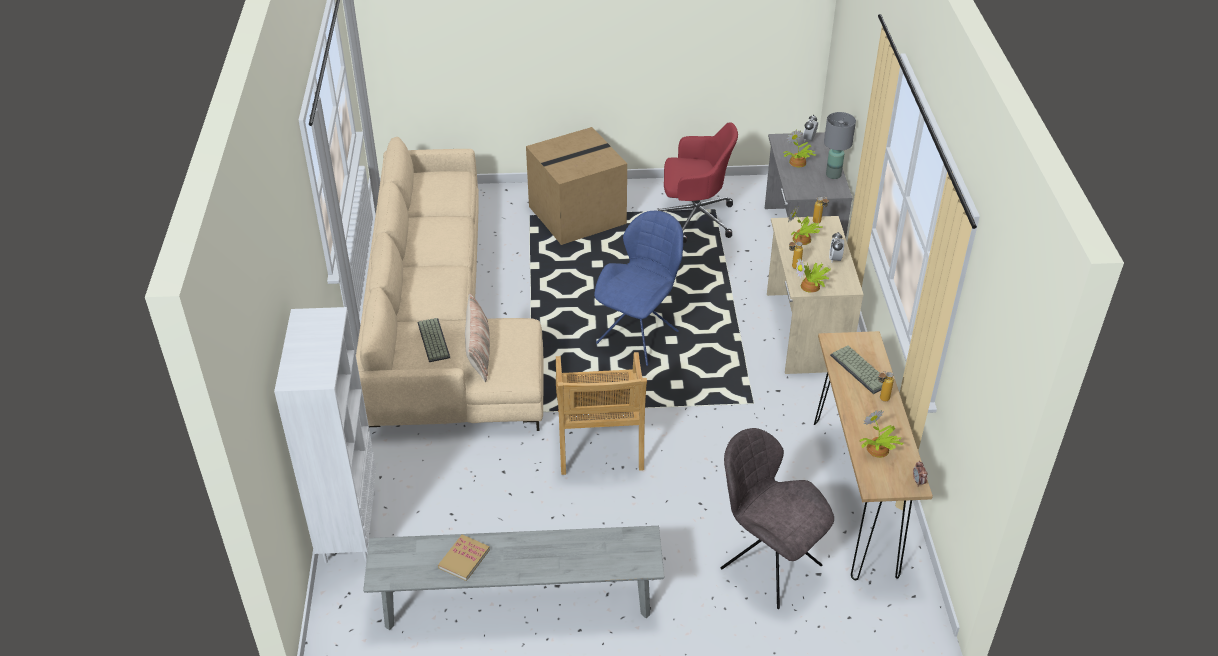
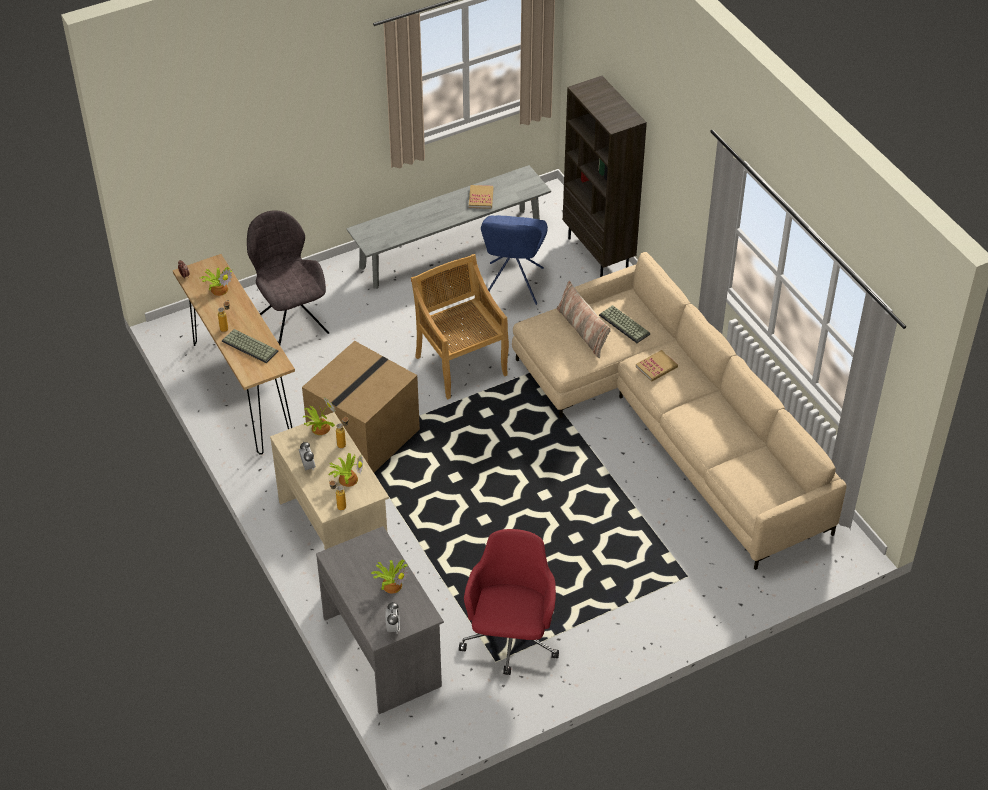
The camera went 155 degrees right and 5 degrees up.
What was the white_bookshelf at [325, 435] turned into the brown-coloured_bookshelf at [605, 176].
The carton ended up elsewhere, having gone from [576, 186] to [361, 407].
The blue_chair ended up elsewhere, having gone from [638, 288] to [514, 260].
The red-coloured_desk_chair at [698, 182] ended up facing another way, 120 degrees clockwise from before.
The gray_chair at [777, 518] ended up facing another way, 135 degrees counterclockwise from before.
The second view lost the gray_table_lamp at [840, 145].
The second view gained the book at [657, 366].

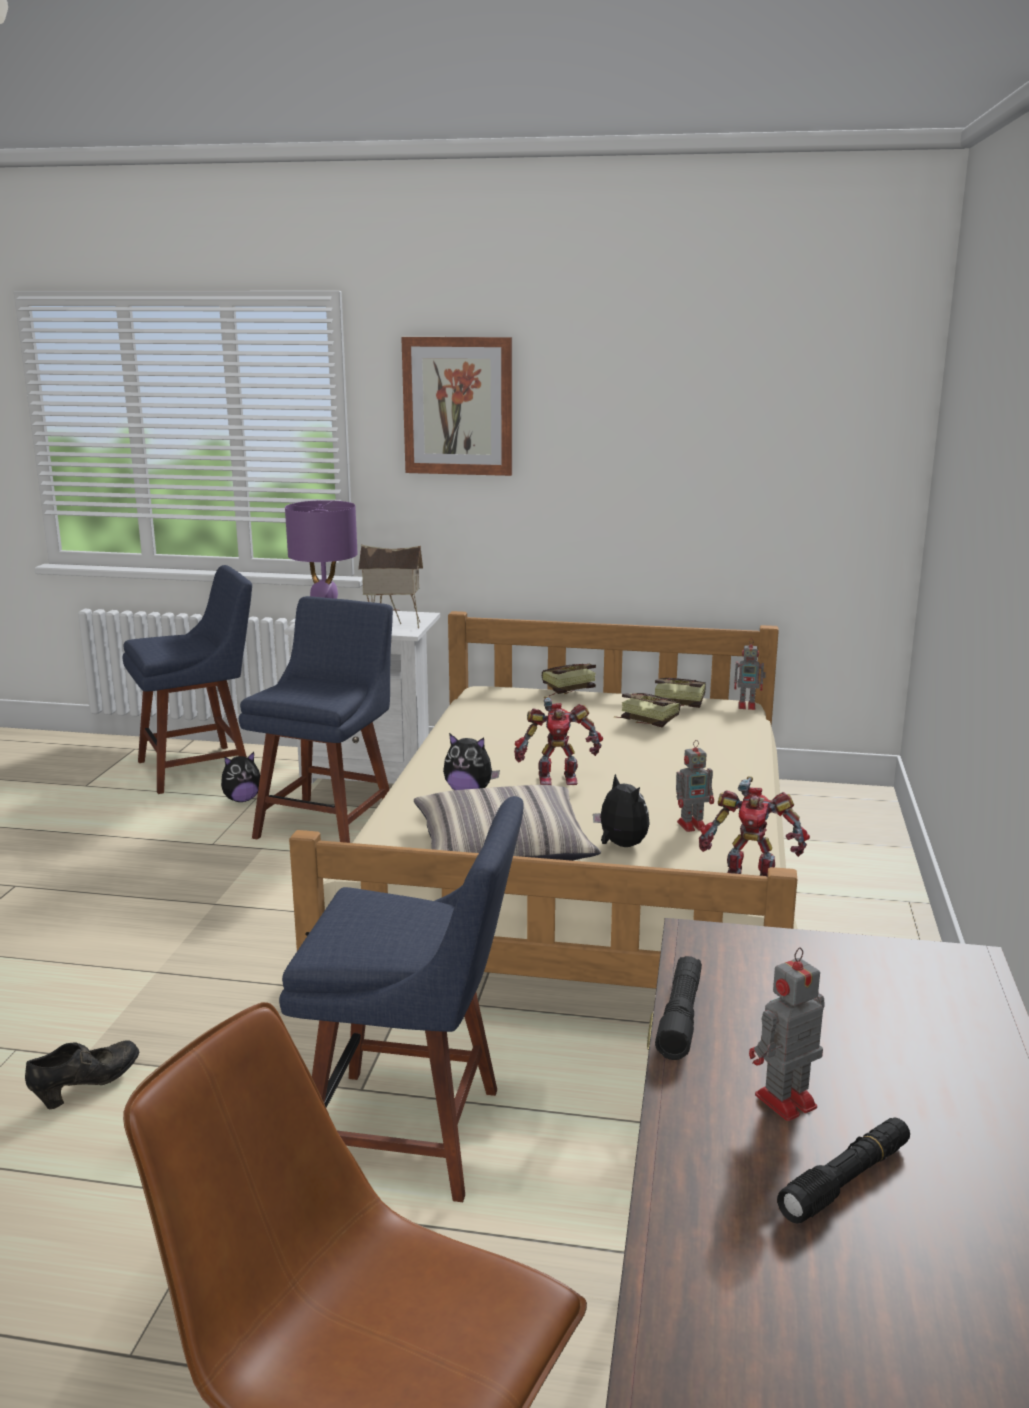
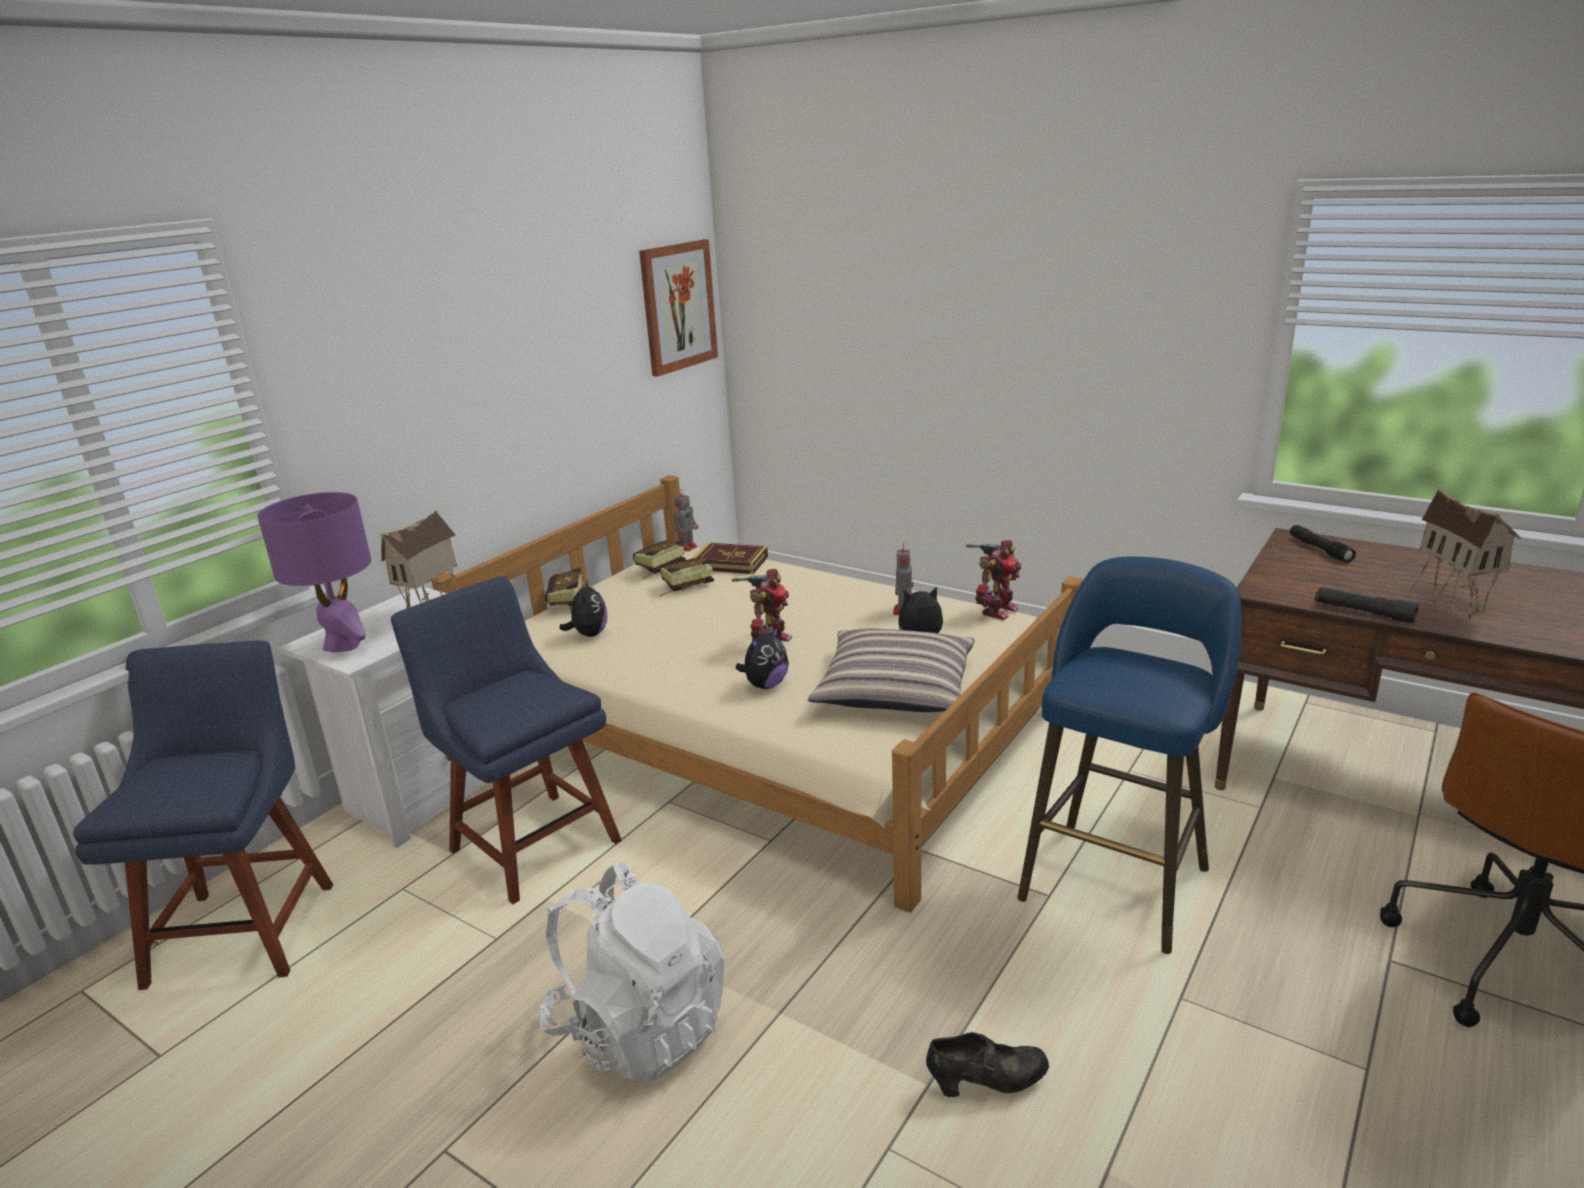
The camera went 65 degrees left and 5 degrees up.
The blackish_shoe at [82, 1074] ended up facing another way, 105 degrees clockwise from before.
The cuddly_toy ended up elsewhere, having gone from [240, 777] to [583, 608].
Where the blue_chair stood at [401, 999], the blue_stool_seat came to stand at [1129, 755].
The wall_art ended up elsewhere, having gone from [456, 406] to [678, 308].
Where the toy_robot stood at [787, 1034], the toy_house came to stand at [1465, 553].
The blackish_torch ended up elsewhere, having gone from [843, 1170] to [1323, 544].
The second view gained the white_knapsack at [632, 972].
The second view gained the book at [729, 558].

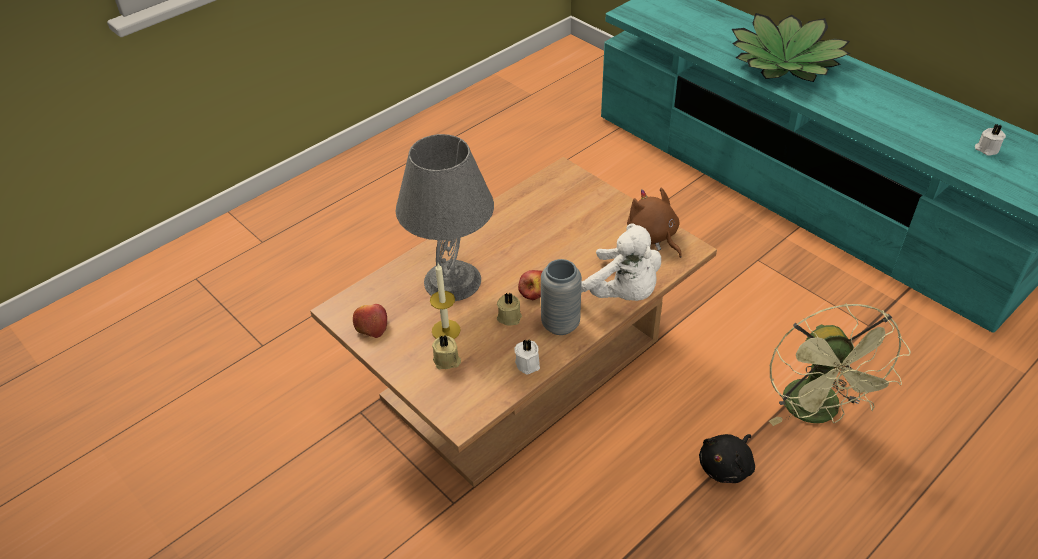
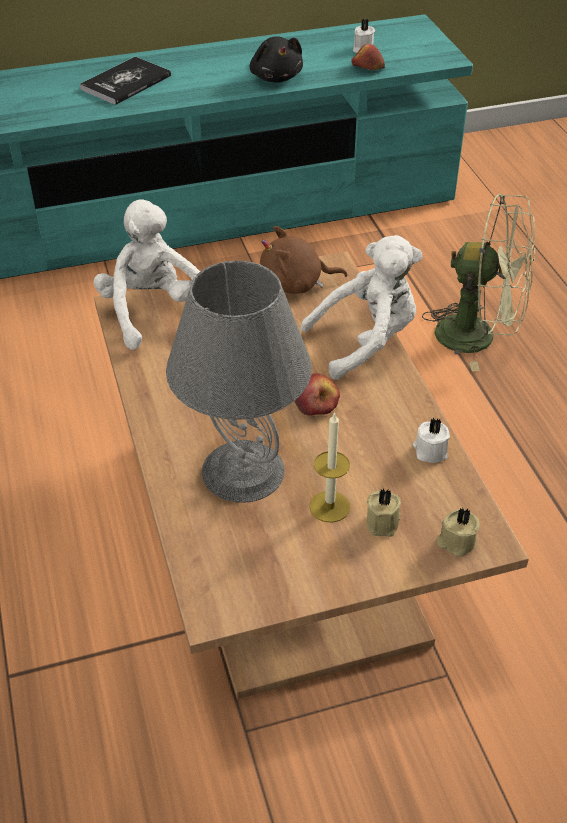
The camera went 65 degrees left and 0 degrees up.
The apple_fruit ended up elsewhere, having gone from [370, 321] to [368, 57].
The beige-coloured_wax_light ended up elsewhere, having gone from [509, 309] to [458, 532].
The second view lost the gray_decorative_vase at [561, 297].
The blackish_cuddly_toy ended up elsewhere, having gone from [727, 458] to [276, 59].
Where the houseplant stood at [791, 47], the book came to stand at [125, 81].
The second view gained the white_cuddly_toy at [147, 274].

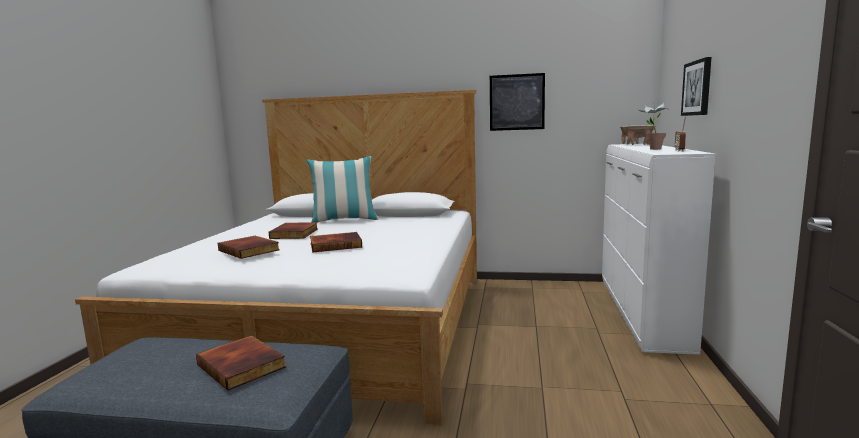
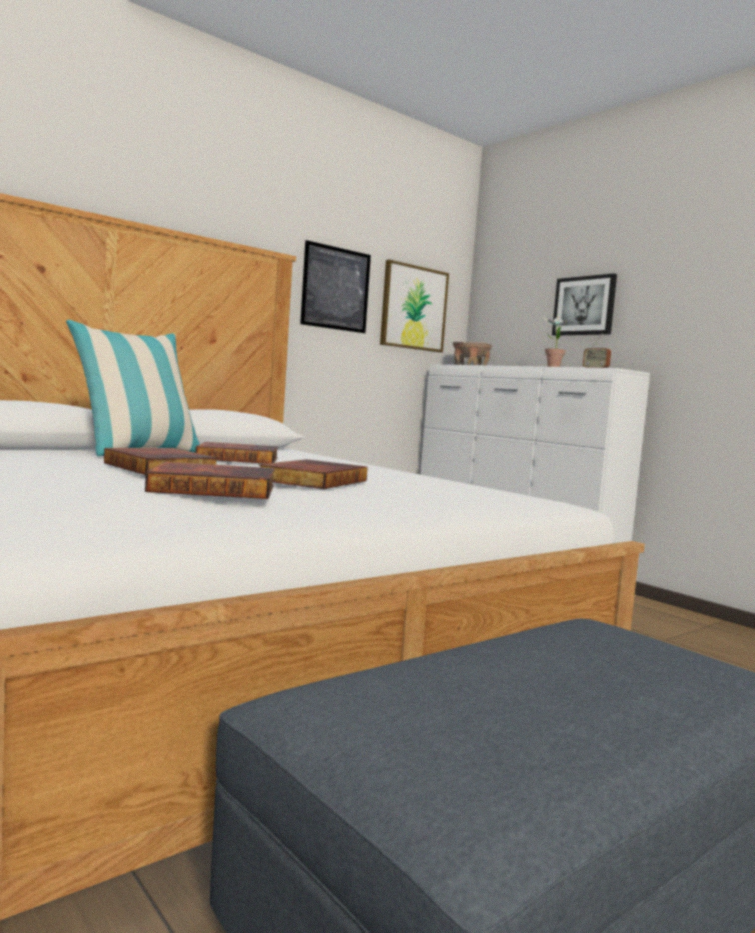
The camera went 50 degrees left and 5 degrees down.
The book ended up elsewhere, having gone from [241, 363] to [236, 453].
The second view gained the wall_art at [414, 305].

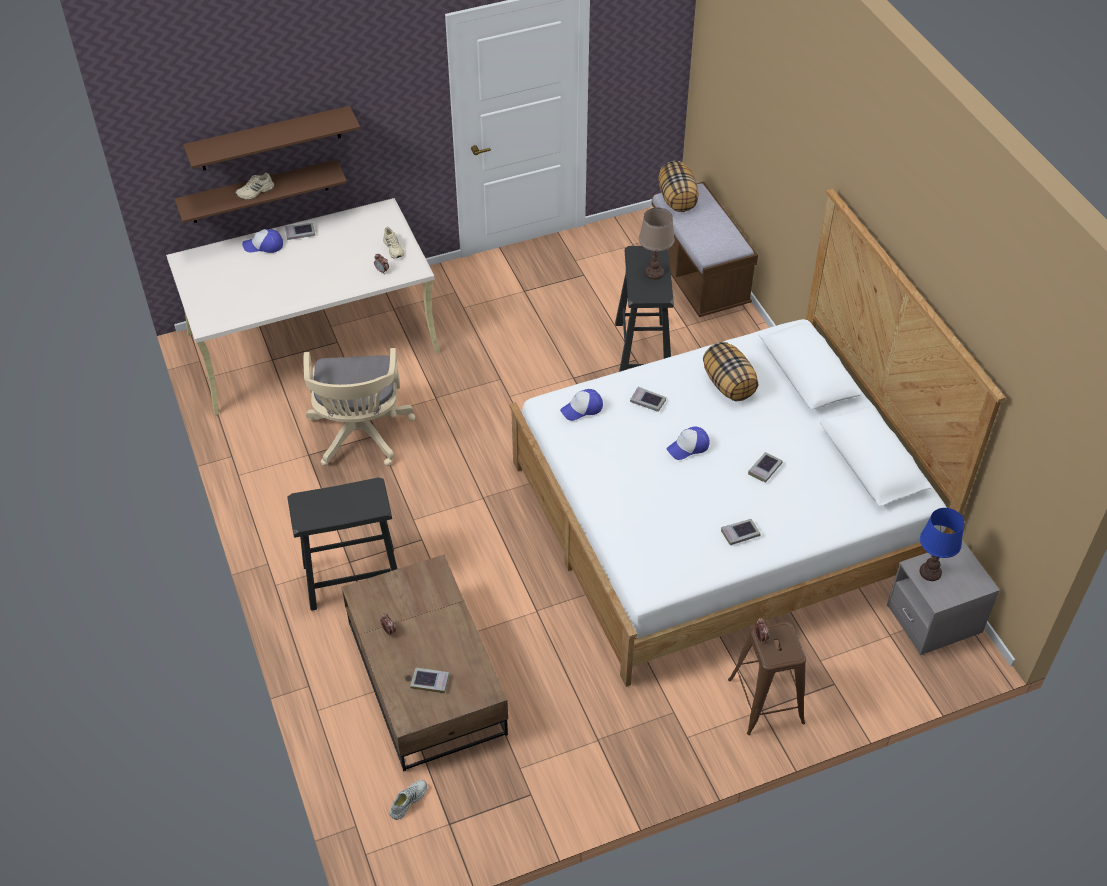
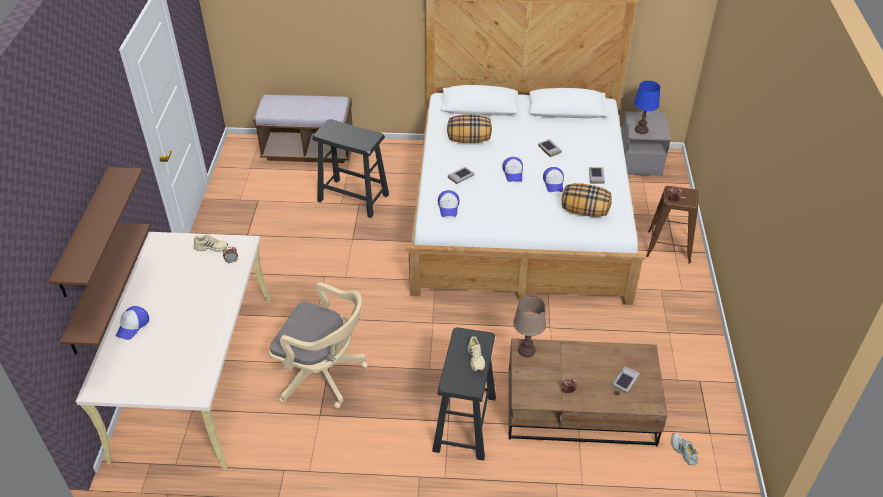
The camera went 65 degrees left and 5 degrees down.
The beige-coloured_shoe ended up elsewhere, having gone from [255, 186] to [476, 353].
The second view lost the book at [300, 231].
The brown-coloured_table_lamp ended up elsewhere, having gone from [657, 243] to [529, 326].
The throw_pillow ended up elsewhere, having gone from [678, 186] to [587, 200].
The second view gained the peaked_cap at [553, 179].

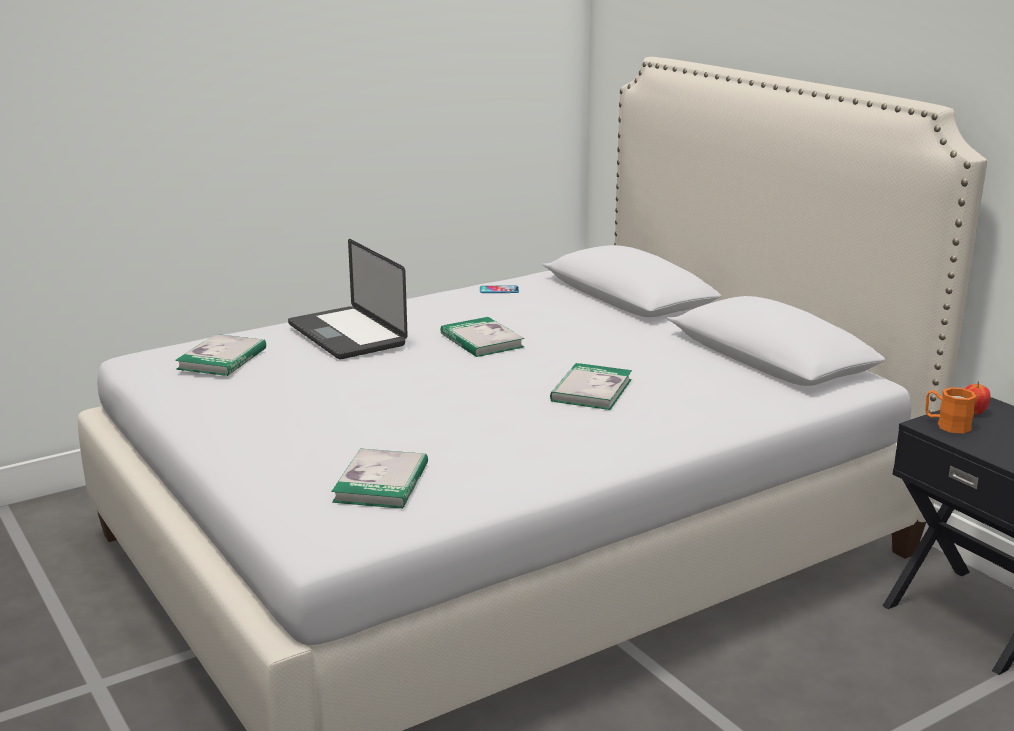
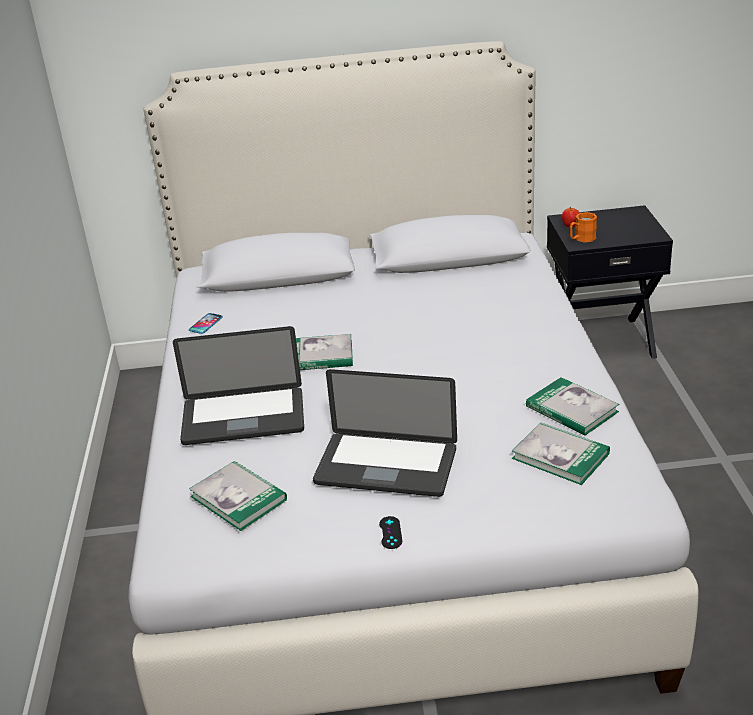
The camera went 60 degrees left and 10 degrees up.
The book ended up elsewhere, having gone from [591, 386] to [572, 406].
The second view gained the laptop at [385, 433].
The second view gained the blackish_game_controller at [390, 532].

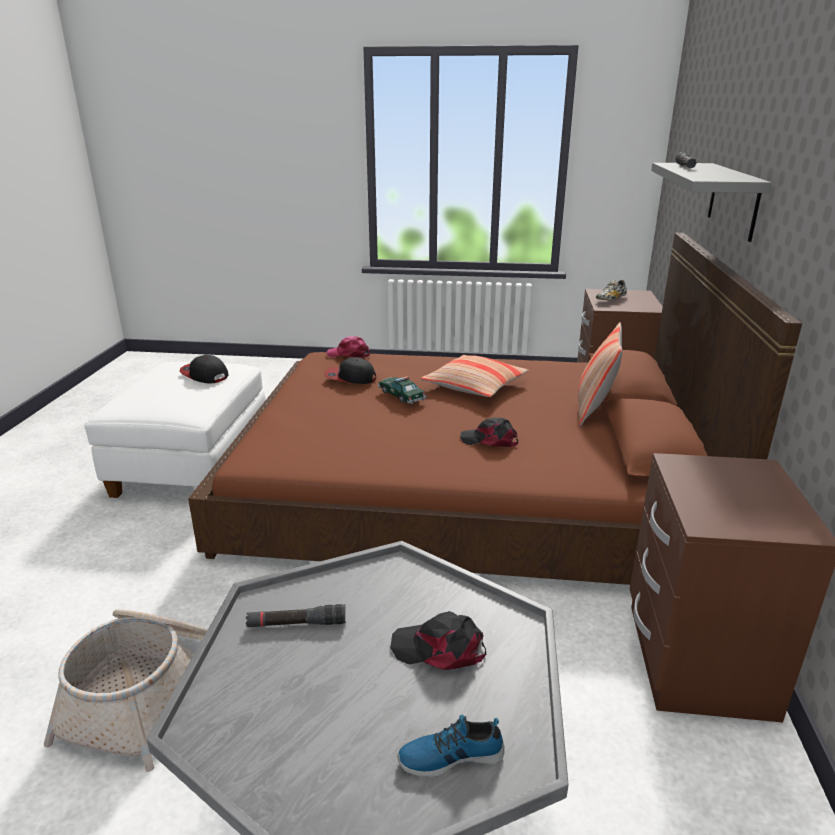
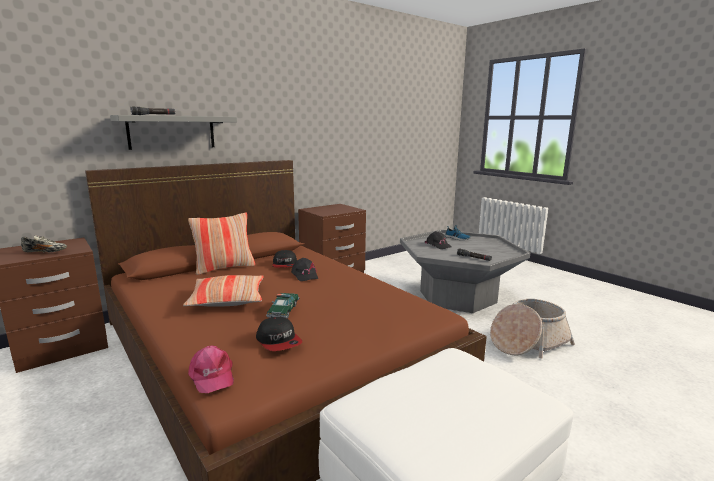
The camera went 135 degrees left and 10 degrees down.
The peaked_cap ended up elsewhere, having gone from [203, 369] to [284, 258].

